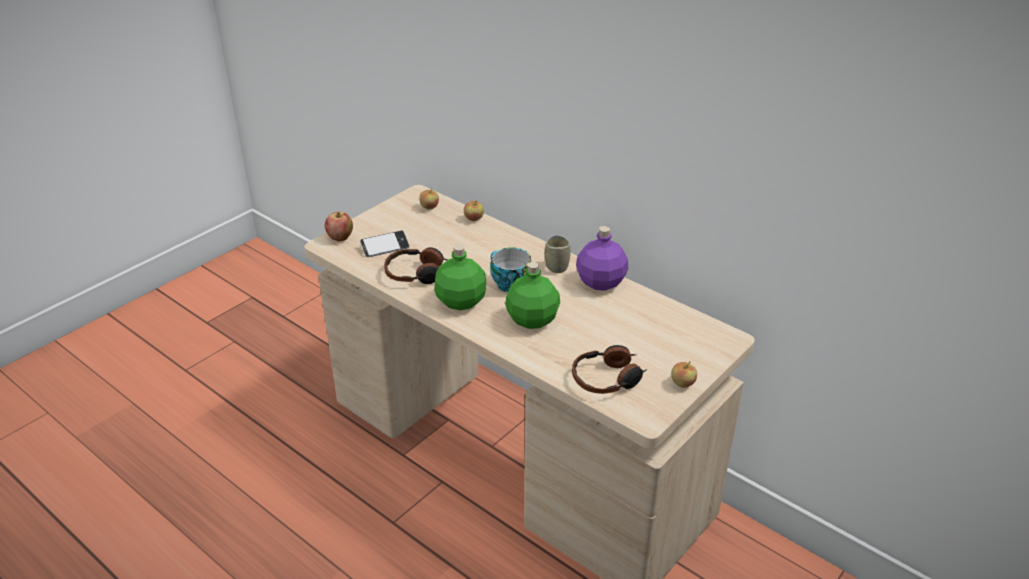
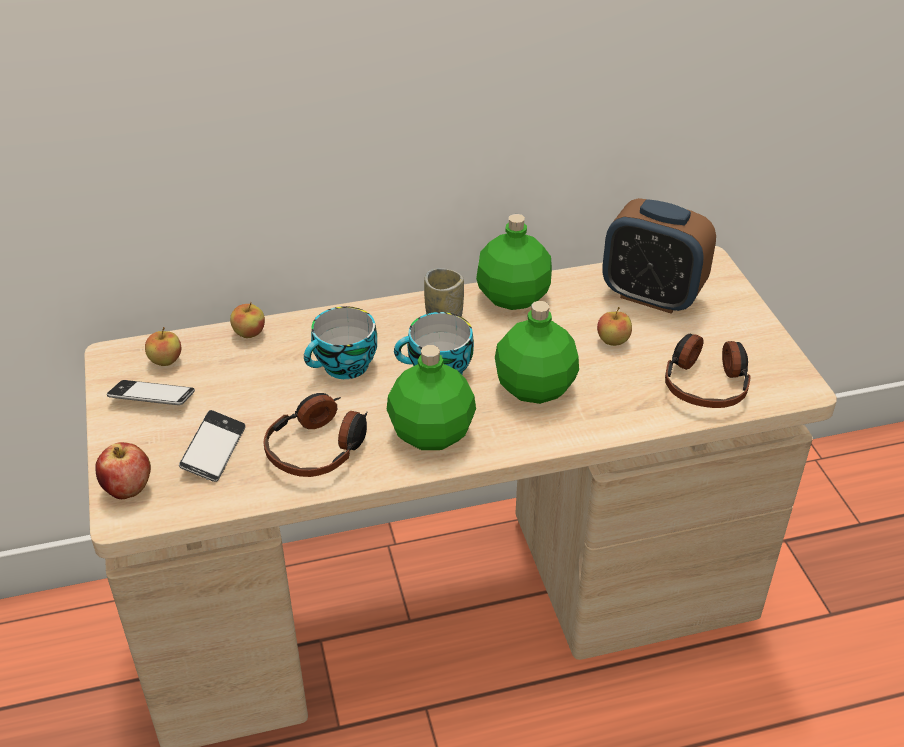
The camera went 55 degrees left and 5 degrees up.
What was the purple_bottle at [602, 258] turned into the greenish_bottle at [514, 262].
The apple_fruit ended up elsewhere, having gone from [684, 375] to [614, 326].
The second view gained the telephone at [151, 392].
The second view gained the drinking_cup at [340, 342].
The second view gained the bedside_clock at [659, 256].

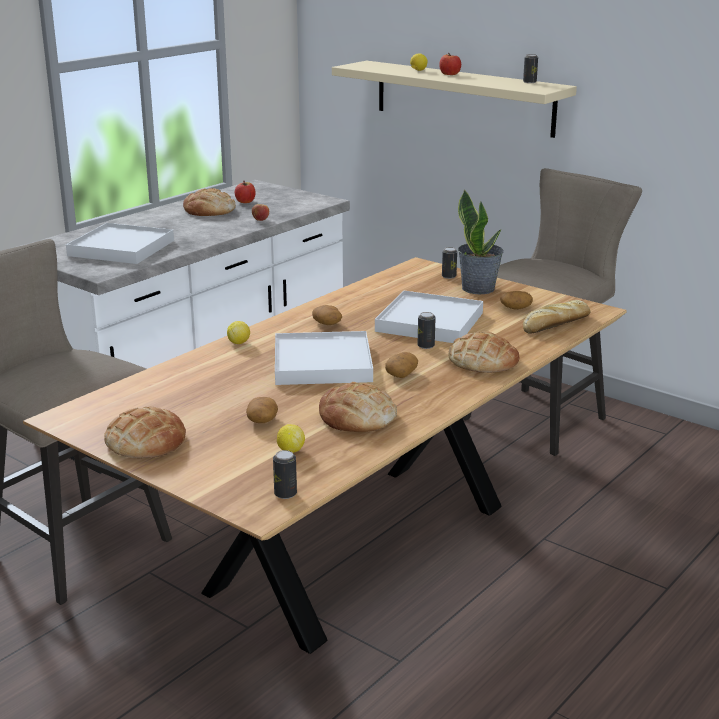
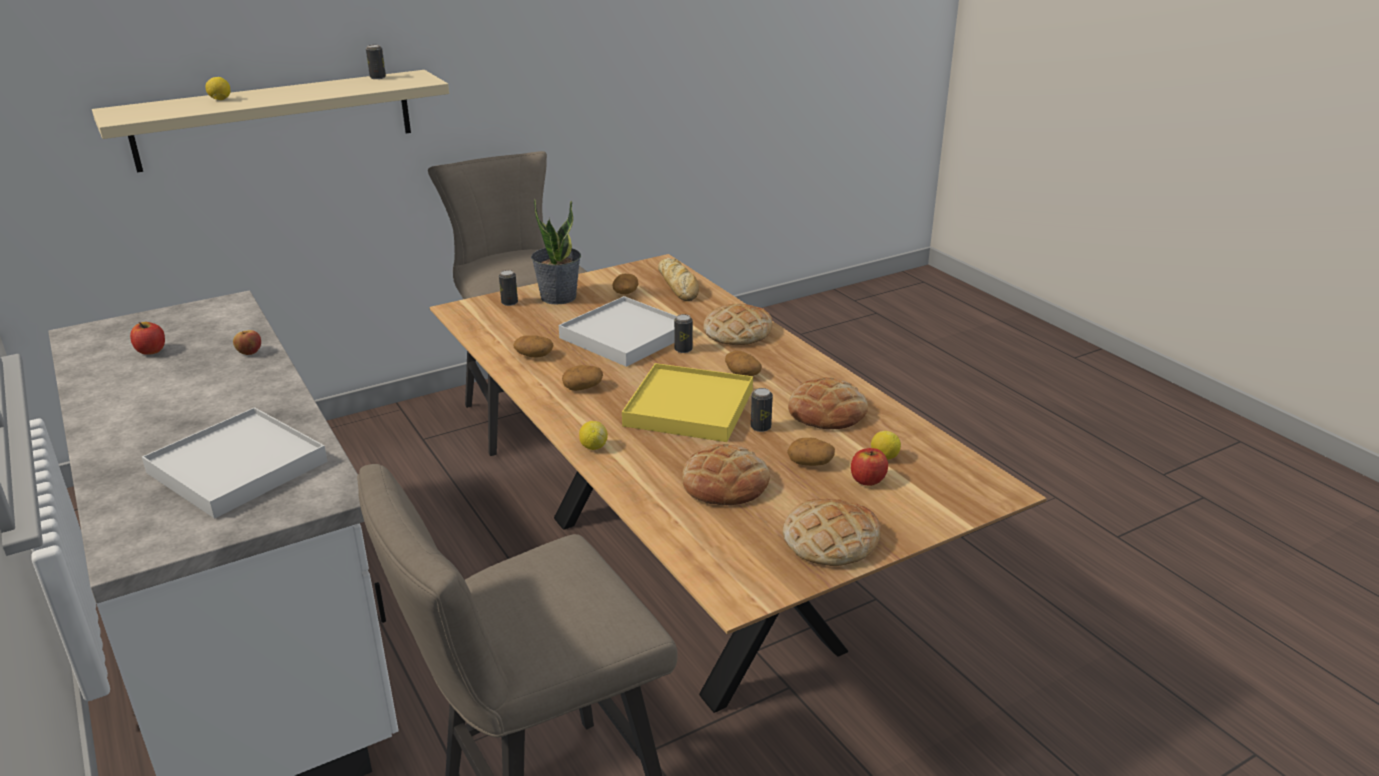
The camera went 70 degrees left and 5 degrees up.
The bakery_bread ended up elsewhere, having gone from [209, 202] to [726, 474].
The sealed_can ended up elsewhere, having gone from [285, 474] to [762, 410].
What was the white_tray at [324, 358] turned into the yellow_tray at [687, 402].
The apple_fruit ended up elsewhere, having gone from [450, 64] to [869, 467].
The second view gained the whole_potato at [533, 346].

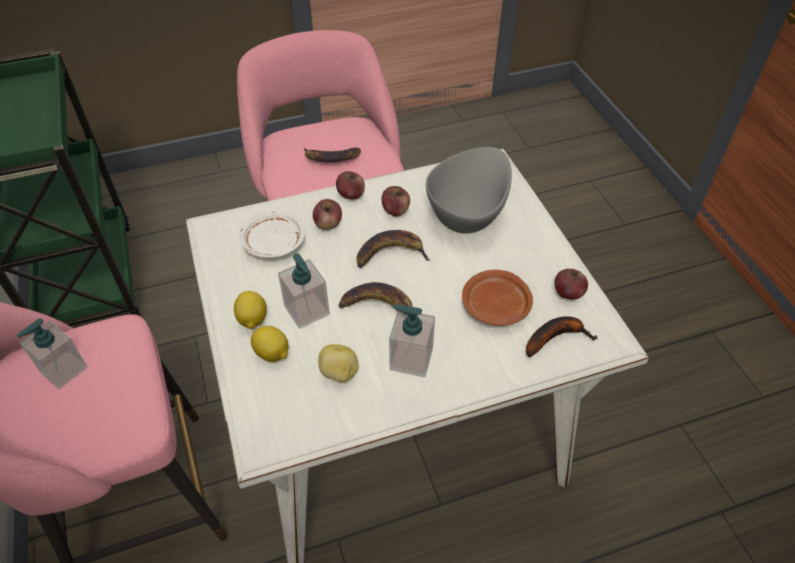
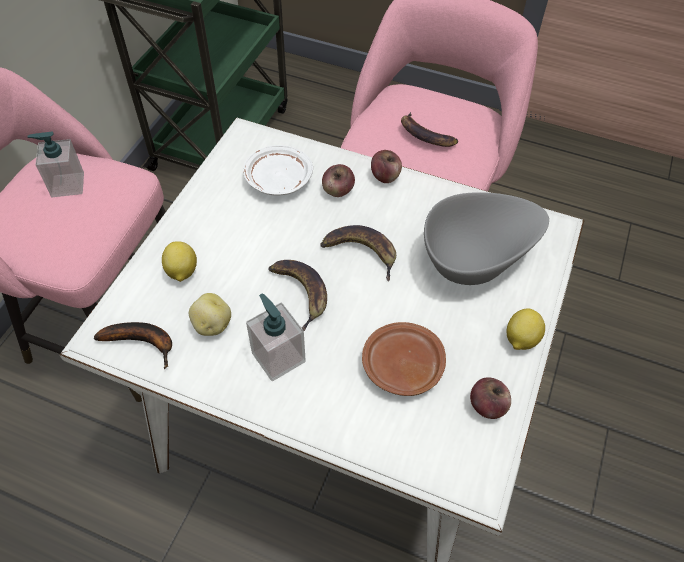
The camera went 40 degrees right and 5 degrees up.
The lemon ended up elsewhere, having gone from [250, 310] to [526, 329].
The second view lost the liquid_soap_bottle at [304, 291].
The second view lost the apple_fruit at [396, 201].
The whole_banana ended up elsewhere, having gone from [561, 337] to [133, 346].

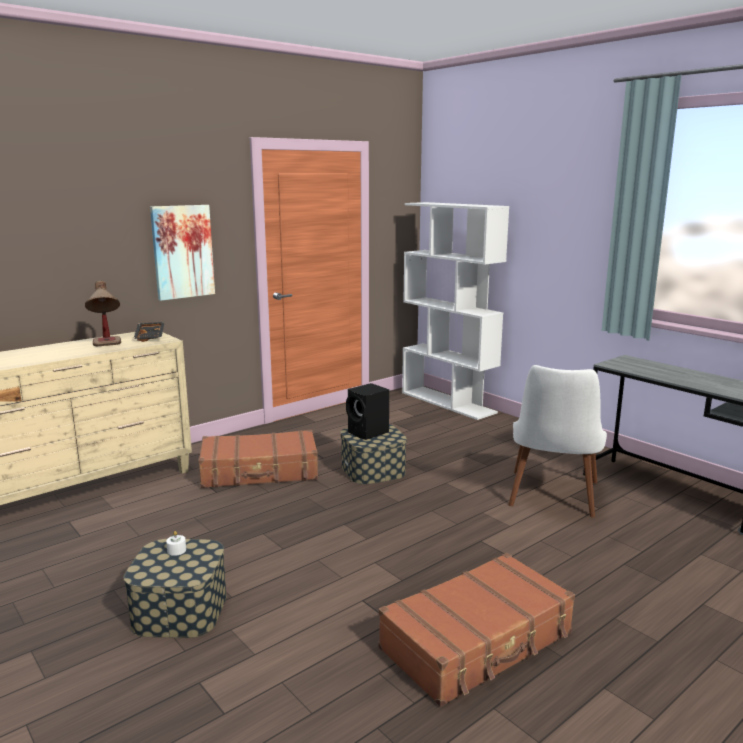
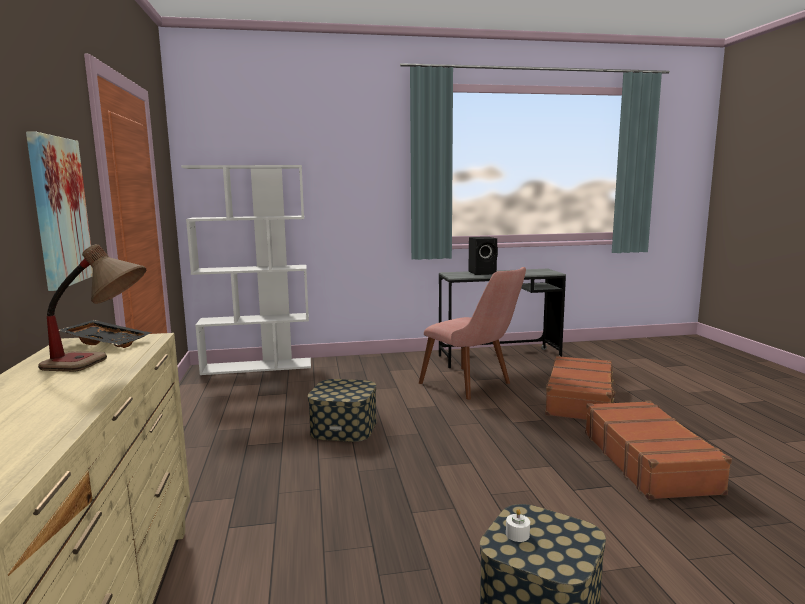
The camera went 60 degrees left and 5 degrees down.
The brown-coloured_travel_case ended up elsewhere, having gone from [258, 459] to [580, 388].
The blackish_speaker ended up elsewhere, having gone from [367, 411] to [483, 256].
What was the white_chair at [558, 441] turned into the pink-coloured_chair at [472, 333].

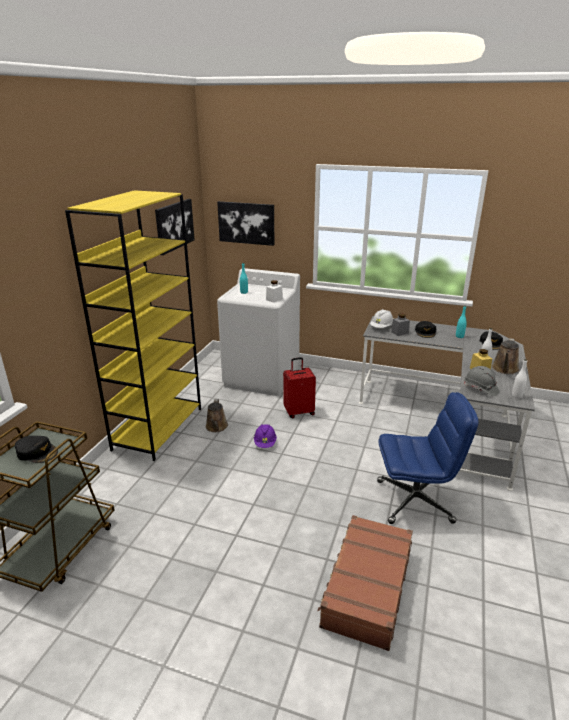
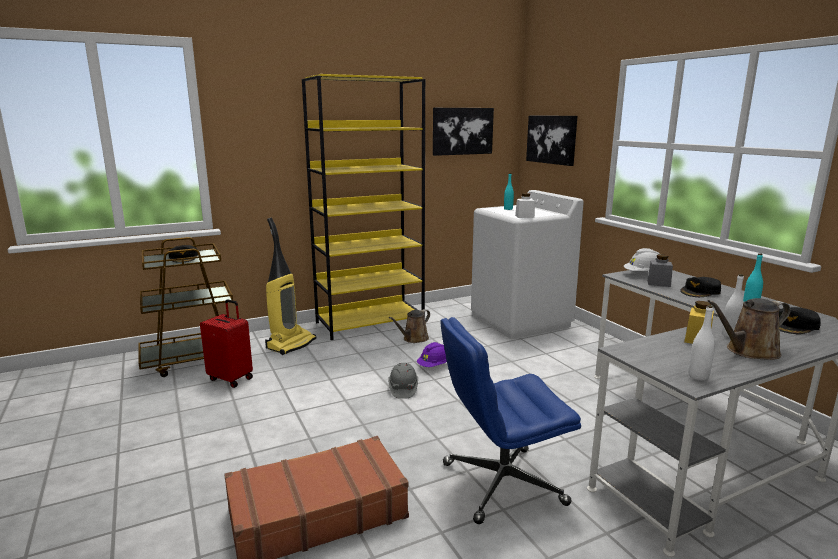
The camera went 45 degrees right and 10 degrees down.
The red-coloured_travel_case ended up elsewhere, having gone from [299, 387] to [226, 343].
The blue_desk_chair at [427, 458] ended up facing another way, 120 degrees clockwise from before.
The gray_safety_helmet ended up elsewhere, having gone from [481, 381] to [403, 381].
The second view gained the vacuum_cleaner at [290, 286].

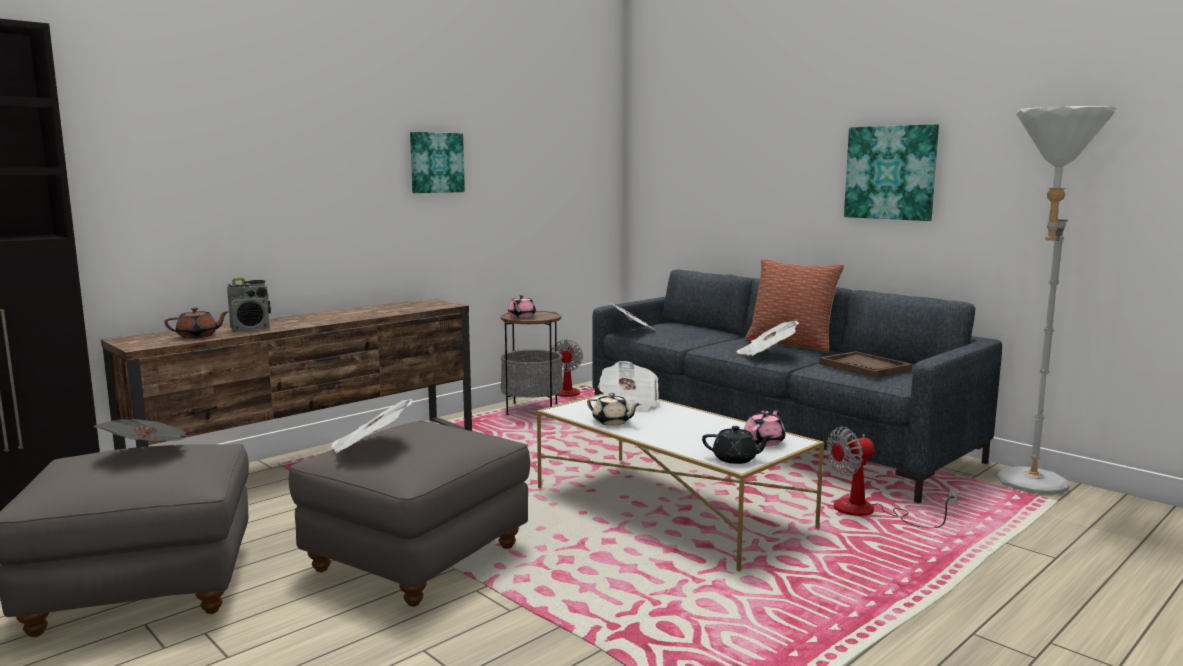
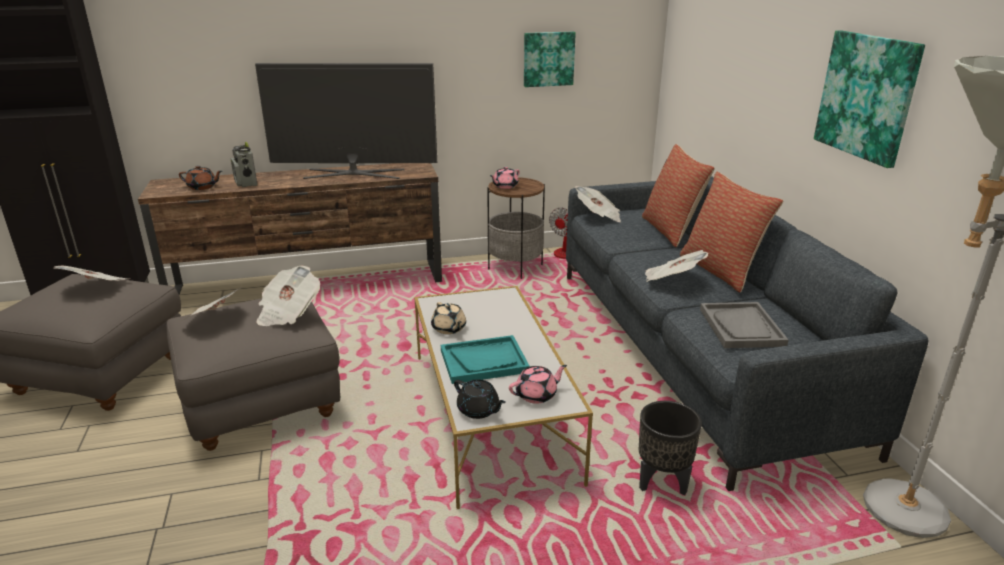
The camera went 30 degrees right and 15 degrees up.
The radio_set at [249, 304] ended up facing another way, 60 degrees clockwise from before.
The wall_art ended up elsewhere, having gone from [437, 162] to [550, 59].
The newspaper ended up elsewhere, having gone from [628, 386] to [288, 296].
What was the brown-coloured_tray at [865, 364] turned into the gray_tray at [744, 325].
Where the fan stood at [892, 477], the blackish_flower_pot came to stand at [670, 448].
The second view gained the television at [346, 121].
The second view gained the turquoise-coloured_tray at [485, 359].
The second view gained the throw_pillow at [678, 195].

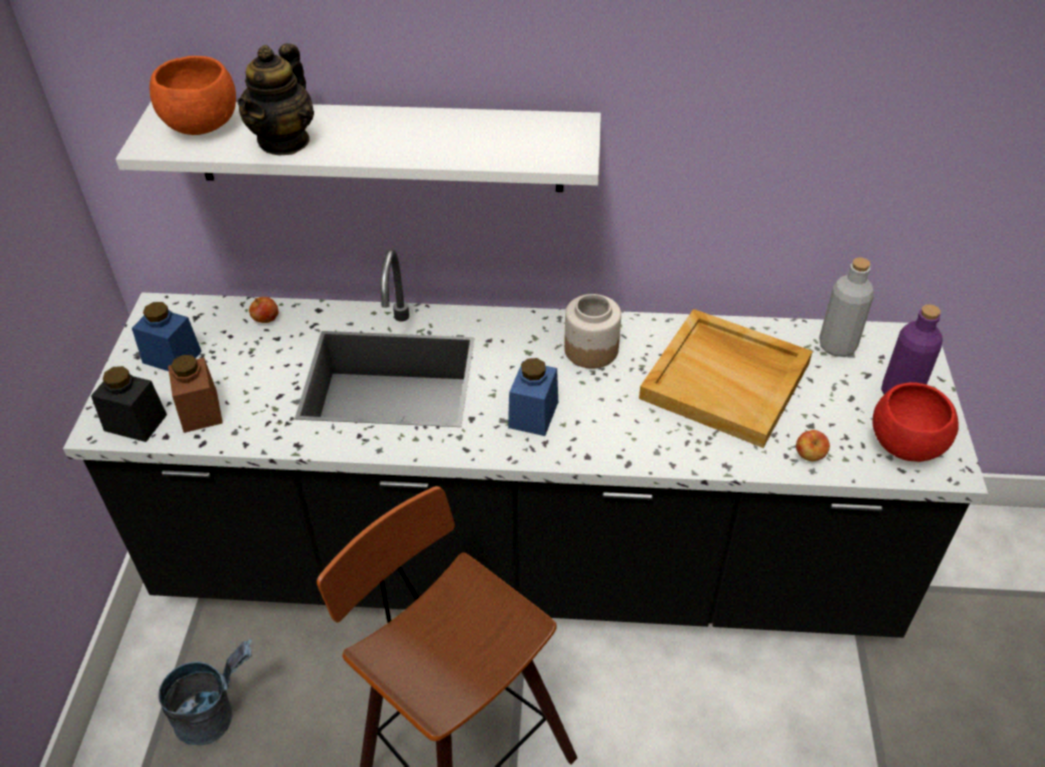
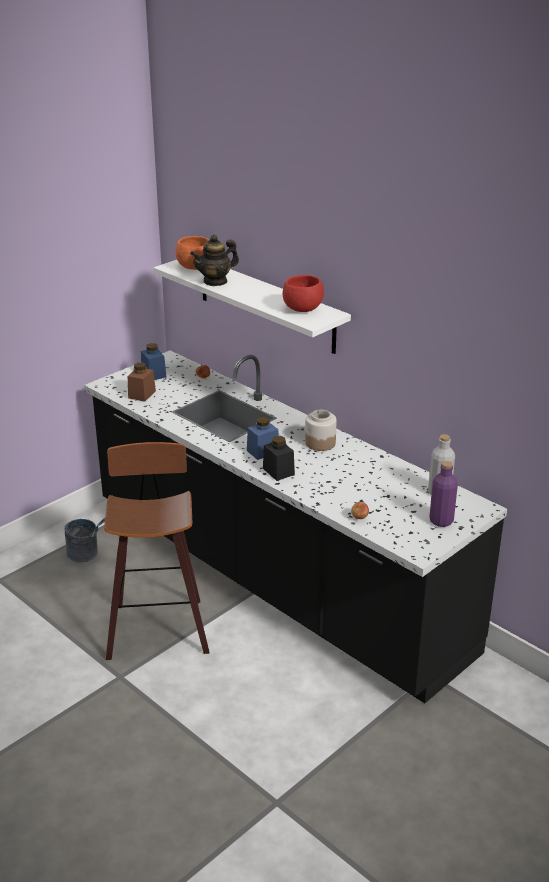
The camera went 40 degrees right and 15 degrees down.
The blackish_storage_jar ended up elsewhere, having gone from [129, 404] to [279, 458].
The second view lost the beige-coloured_tray at [726, 378].
The red-coloured_serving_bowl ended up elsewhere, having gone from [915, 422] to [303, 293].

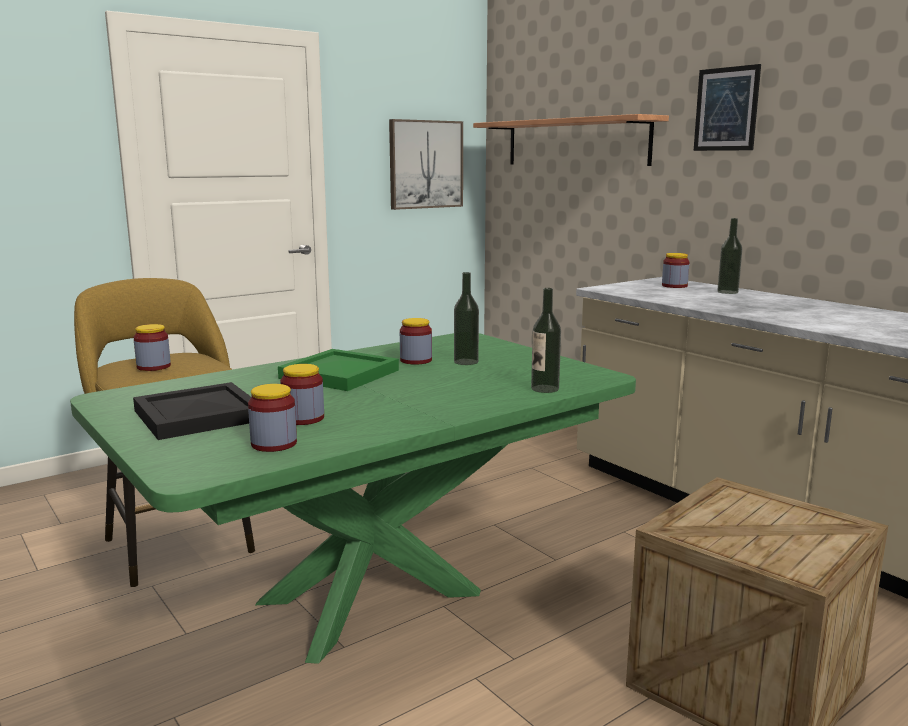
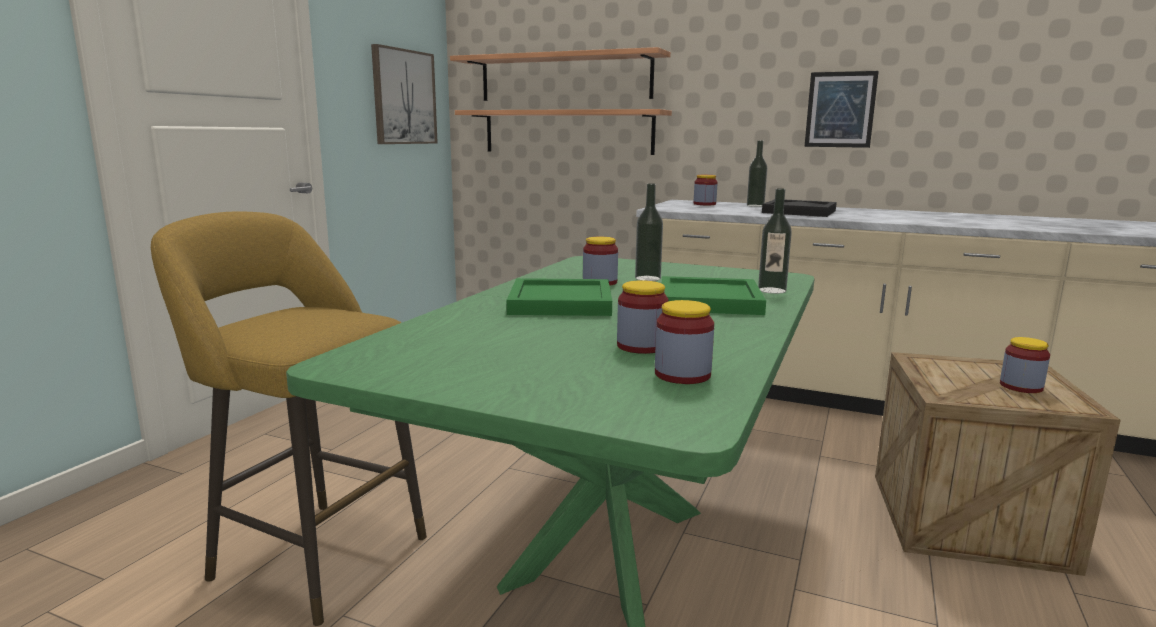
The camera went 30 degrees left and 0 degrees up.
The storage_jar ended up elsewhere, having gone from [152, 347] to [1025, 365].
The blackish_tray ended up elsewhere, having gone from [192, 411] to [799, 208].
The wall_art ended up elsewhere, having gone from [727, 107] to [841, 109].
The second view gained the wall_shelf at [563, 132].
The second view gained the greenish_tray at [714, 295].

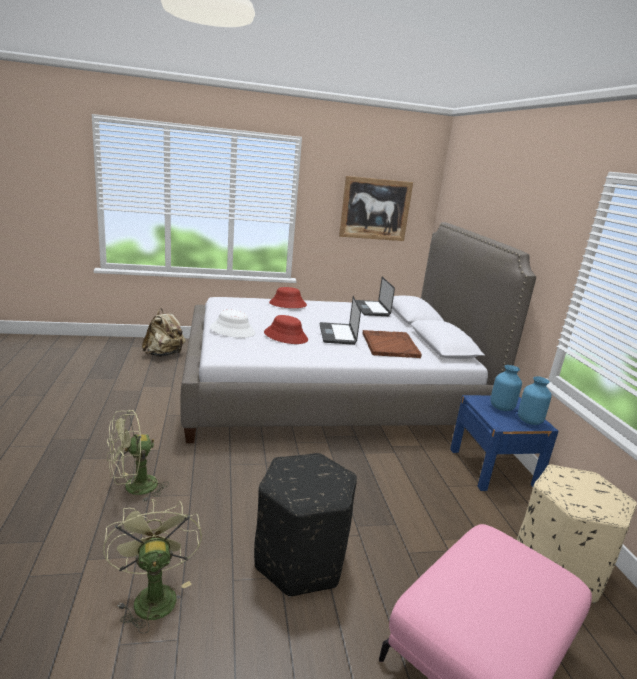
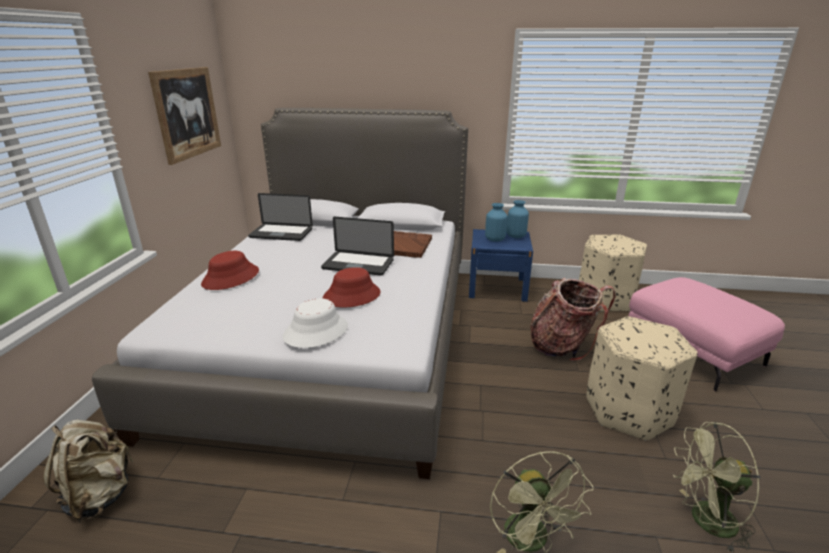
The camera went 70 degrees left and 5 degrees up.
What was the blackish_ottoman at [305, 525] turned into the beige-coloured_ottoman at [642, 378].
The second view gained the knapsack at [573, 319].

